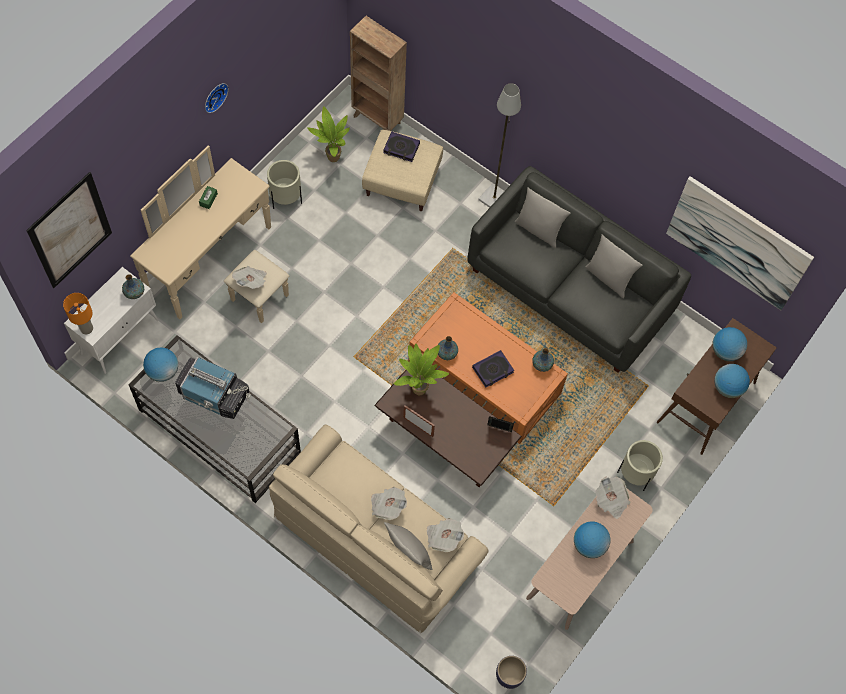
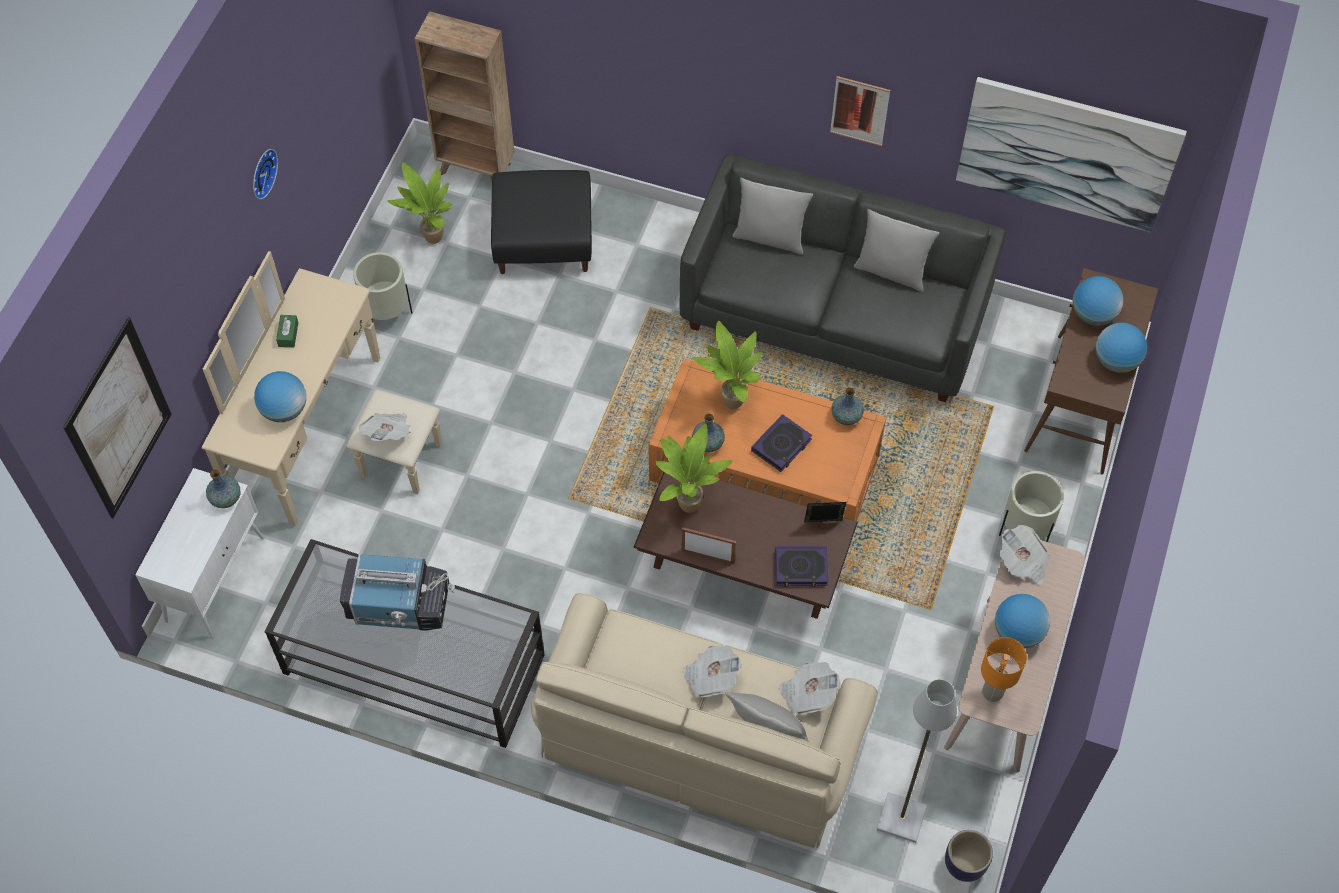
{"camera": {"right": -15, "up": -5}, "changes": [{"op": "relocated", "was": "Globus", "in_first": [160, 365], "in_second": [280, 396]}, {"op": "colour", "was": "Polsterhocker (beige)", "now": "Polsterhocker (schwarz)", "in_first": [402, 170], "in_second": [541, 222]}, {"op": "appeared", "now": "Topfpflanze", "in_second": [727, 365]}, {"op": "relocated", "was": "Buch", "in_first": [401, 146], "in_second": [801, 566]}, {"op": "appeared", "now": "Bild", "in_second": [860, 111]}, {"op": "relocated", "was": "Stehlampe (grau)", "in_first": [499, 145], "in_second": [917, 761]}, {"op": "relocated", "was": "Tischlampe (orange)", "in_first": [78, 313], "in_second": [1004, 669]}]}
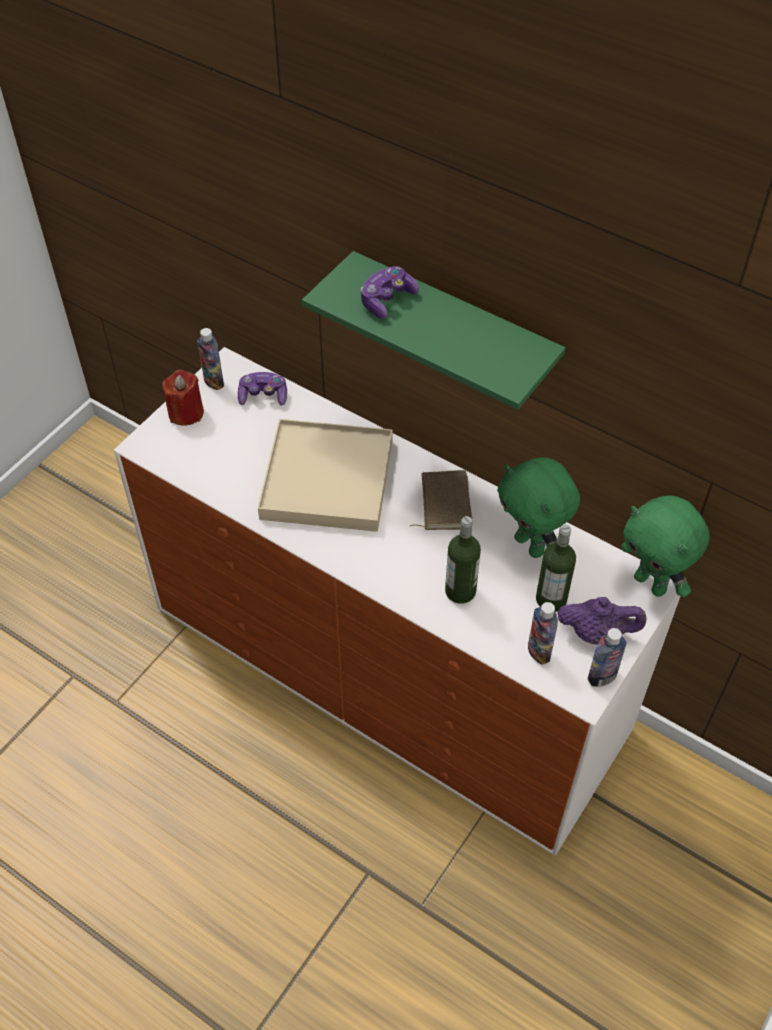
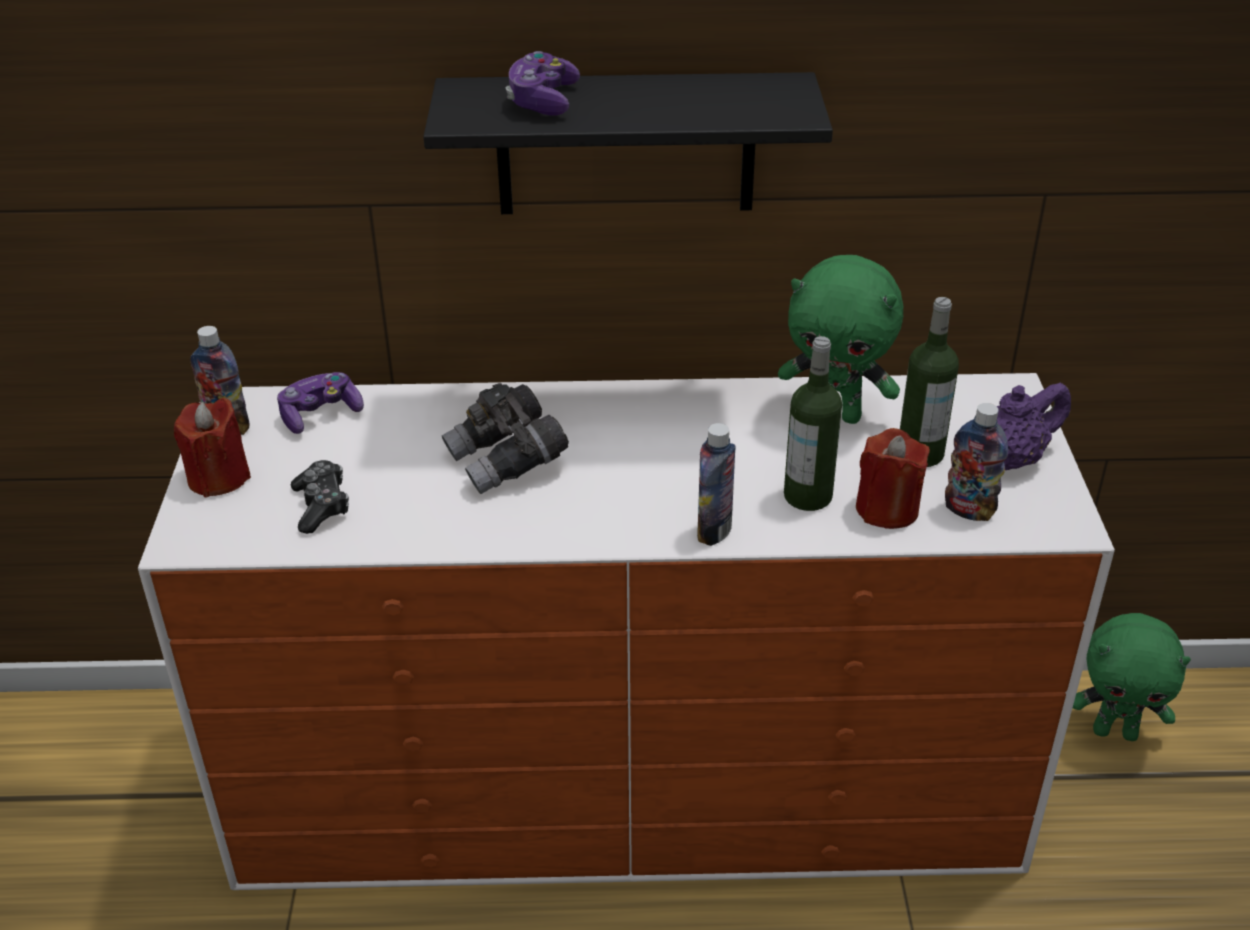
{"camera": {"right": -35, "up": -15}, "changes": [{"op": "appeared", "now": "Gamepad", "in_second": [320, 497]}, {"op": "colour", "was": "Wandregal (grün)", "now": "Wandregal (schwarz)", "in_first": [434, 330], "in_second": [628, 143]}, {"op": "exchanged", "was": "Tablett (beige)", "now": "Fernglas (grau)", "in_first": [325, 475], "in_second": [505, 438]}, {"op": "relocated", "was": "Flasche", "in_first": [607, 657], "in_second": [716, 484]}, {"op": "appeared", "now": "Kerze (rot)", "in_second": [893, 478]}, {"op": "relocated", "was": "Plüschtier (grün)", "in_first": [665, 546], "in_second": [1132, 677]}, {"op": "missing", "was": "Buch (braun)", "in_first": [441, 500]}]}
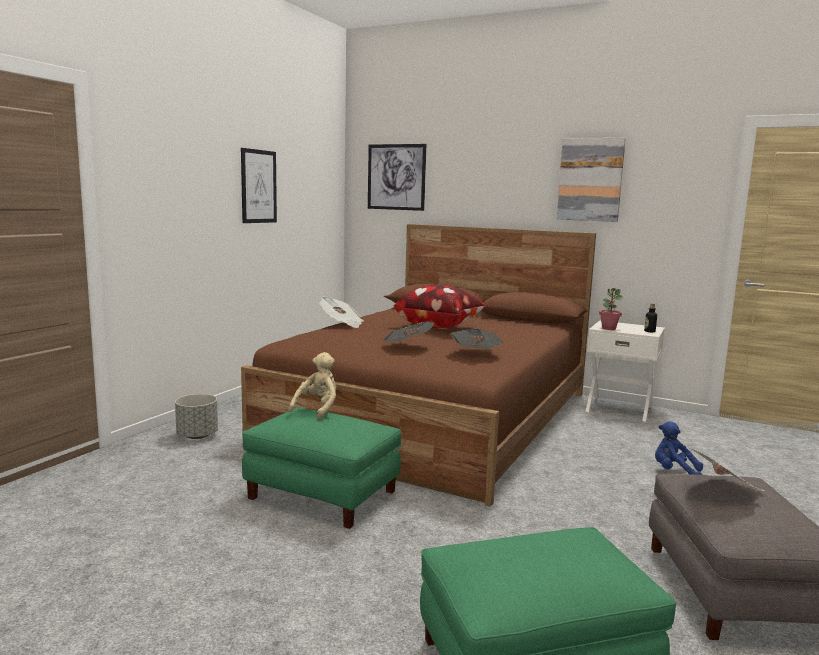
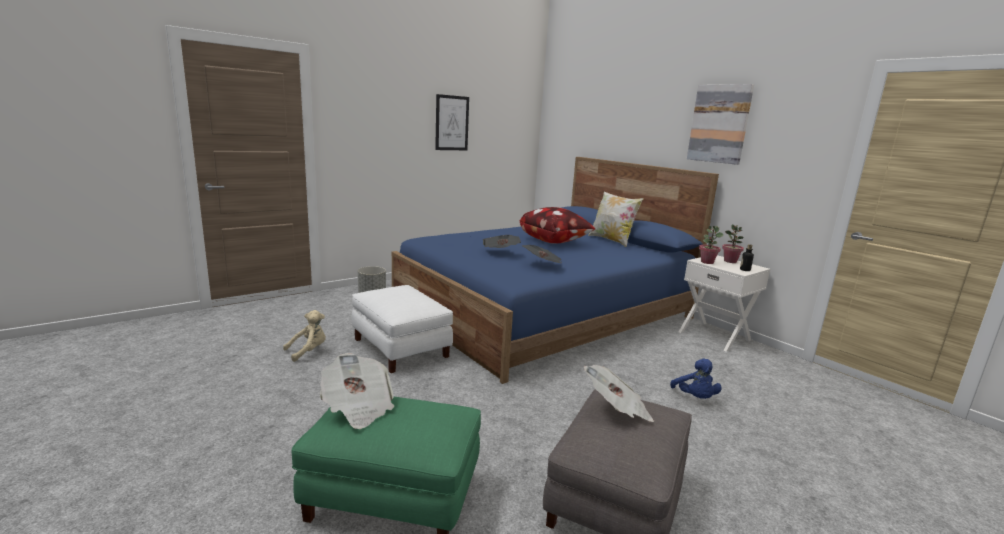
{"camera": {"right": 25, "up": 5}, "changes": [{"op": "relocated", "was": "Plüschtier (beige)", "in_first": [312, 386], "in_second": [304, 336]}, {"op": "relocated", "was": "Zeitung", "in_first": [341, 312], "in_second": [356, 391]}, {"op": "colour", "was": "Polsterhocker (grün)", "now": "Polsterhocker (weiß)", "in_first": [321, 468], "in_second": [402, 329]}, {"op": "colour", "was": "Bett (braun)", "now": "Bett (blau)", "in_first": [418, 365], "in_second": [555, 270]}, {"op": "appeared", "now": "Kissen", "in_second": [616, 219]}, {"op": "spun", "was": "Plüschtier (blau)", "in_first": [679, 448], "in_second": [696, 379], "clockwise": -150}, {"op": "appeared", "now": "Topfpflanze", "in_second": [733, 243]}, {"op": "missing", "was": "Bild", "in_first": [397, 177]}]}
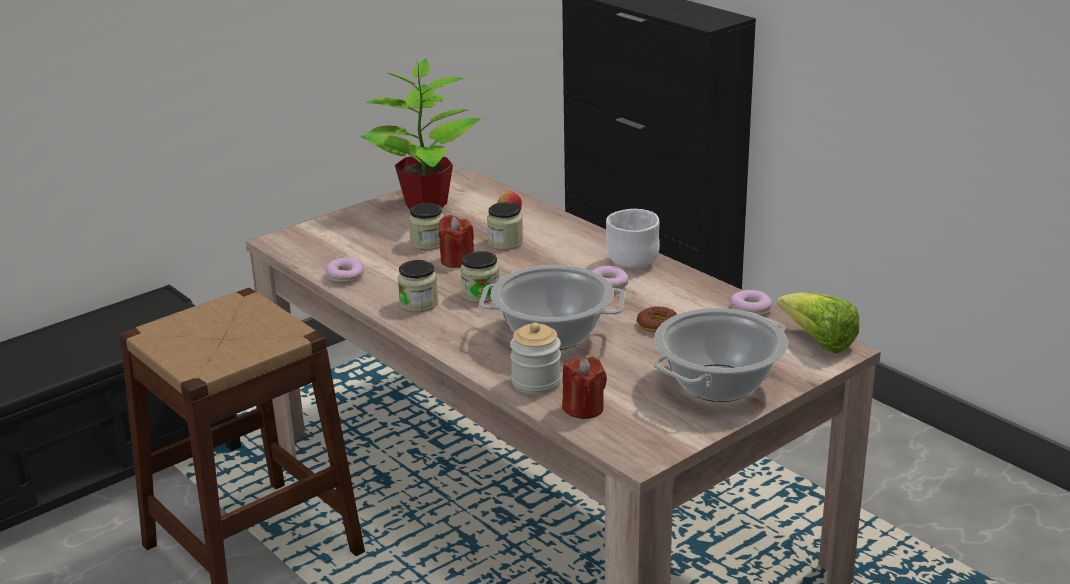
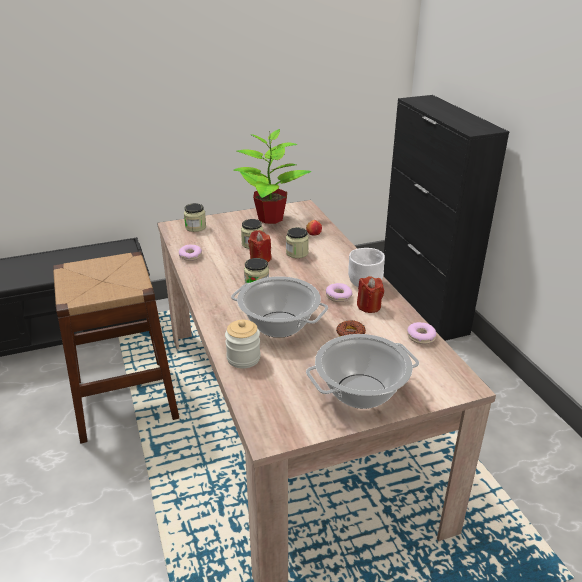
{"camera": {"right": 20, "up": 5}, "changes": [{"op": "relocated", "was": "Vorratsglas", "in_first": [418, 286], "in_second": [195, 217]}, {"op": "relocated", "was": "Kerze (rot)", "in_first": [584, 388], "in_second": [370, 294]}, {"op": "missing", "was": "Salatkopf", "in_first": [818, 322]}]}
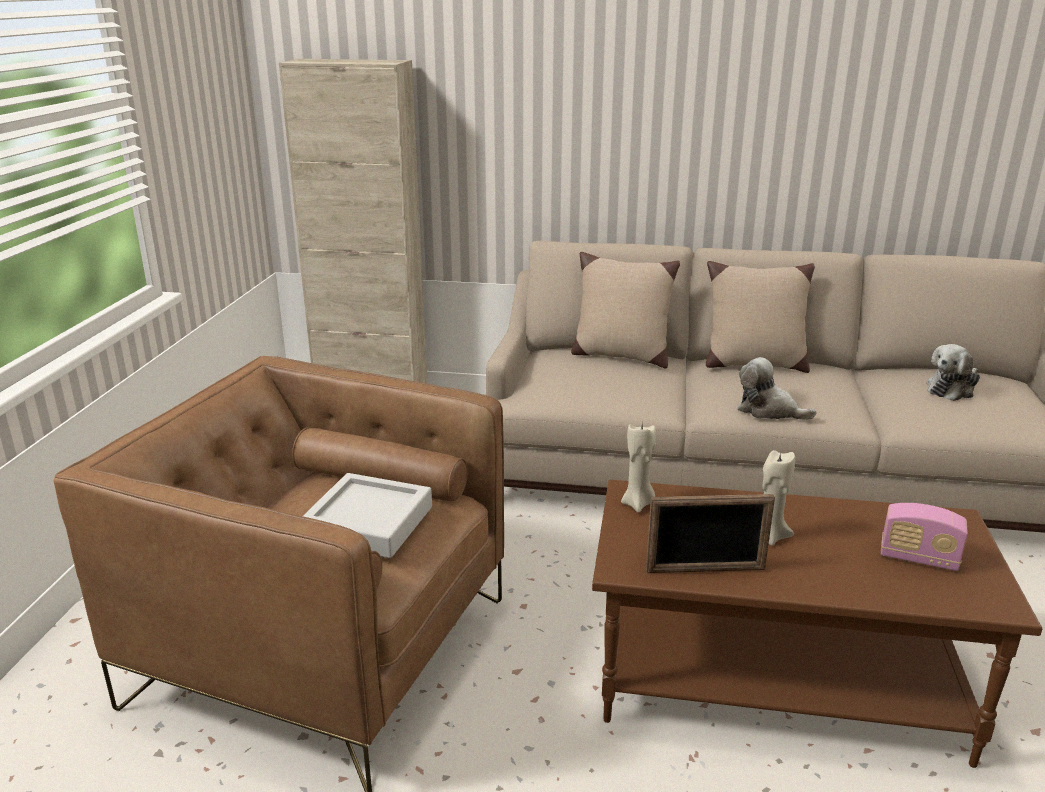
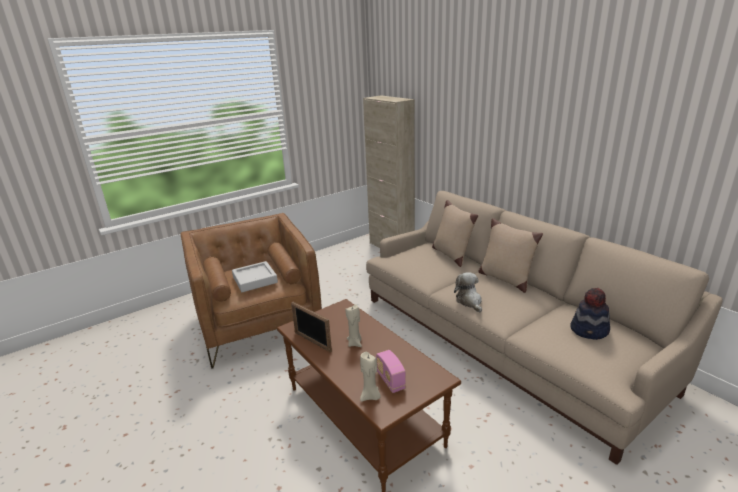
{"camera": {"right": 45, "up": 0}, "changes": [{"op": "relocated", "was": "Kerze (beige)", "in_first": [638, 468], "in_second": [370, 377]}, {"op": "exchanged", "was": "Plüschtier", "now": "Hut", "in_first": [953, 372], "in_second": [590, 314]}]}
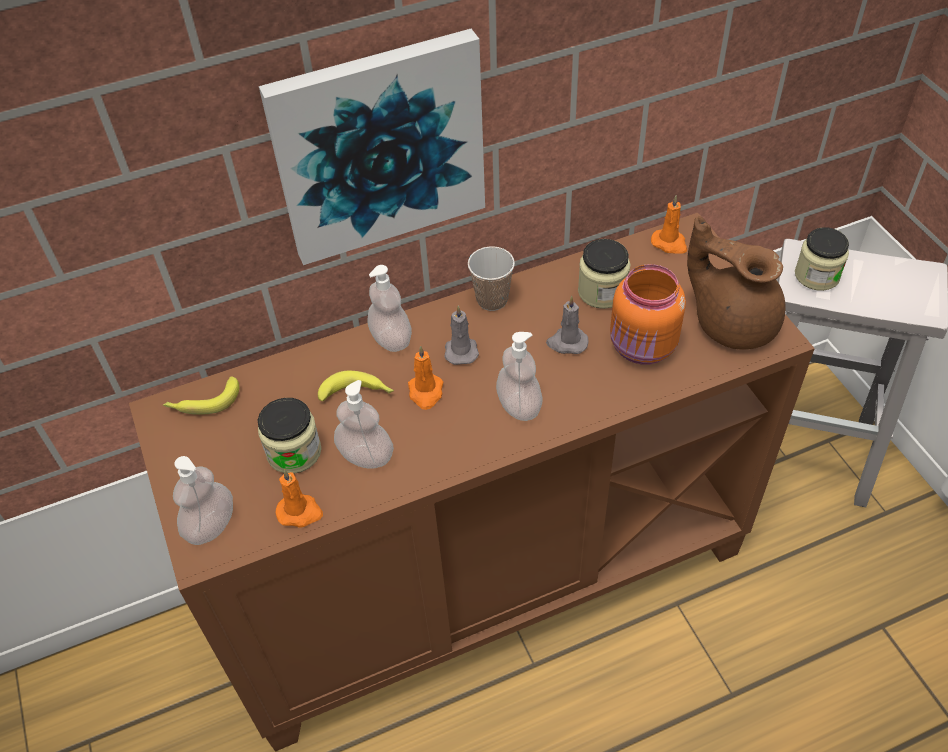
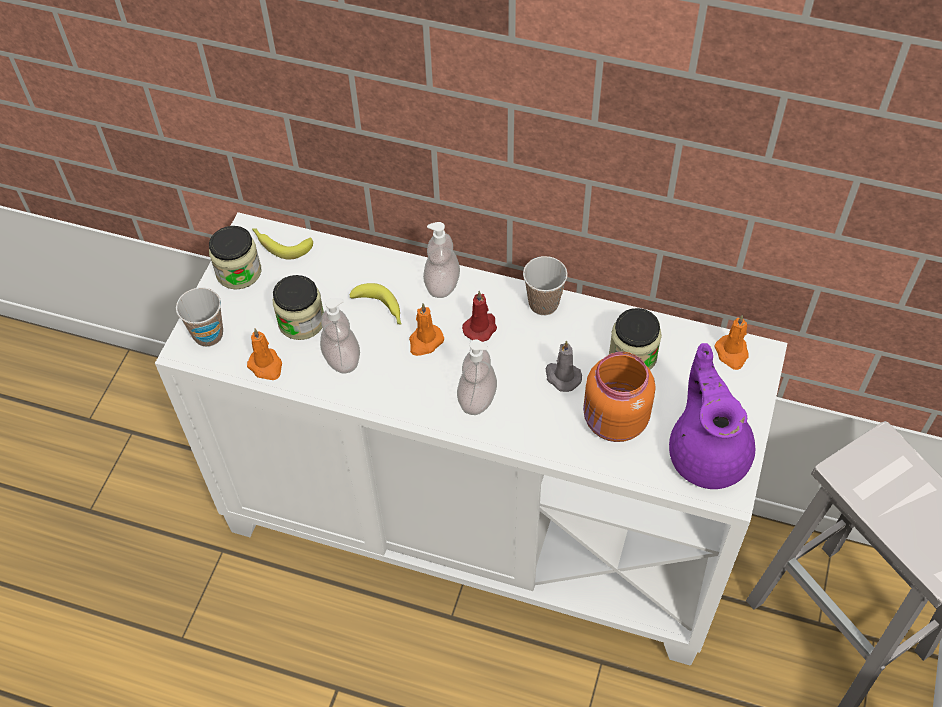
{"camera": {"right": 40, "up": 5}, "changes": [{"op": "colour", "was": "Schrank (braun)", "now": "Schrank (weiß)", "in_first": [472, 482], "in_second": [471, 439]}, {"op": "exchanged", "was": "Seifenspender", "now": "Tasse", "in_first": [203, 500], "in_second": [199, 317]}, {"op": "relocated", "was": "Vorratsglas", "in_first": [822, 259], "in_second": [235, 257]}, {"op": "colour", "was": "Kerze (grau)", "now": "Kerze (rot)", "in_first": [461, 335], "in_second": [479, 316]}, {"op": "colour", "was": "Teekanne (braun)", "now": "Teekanne (lila)", "in_first": [736, 283], "in_second": [712, 416]}, {"op": "missing", "was": "Bild", "in_first": [372, 147]}]}
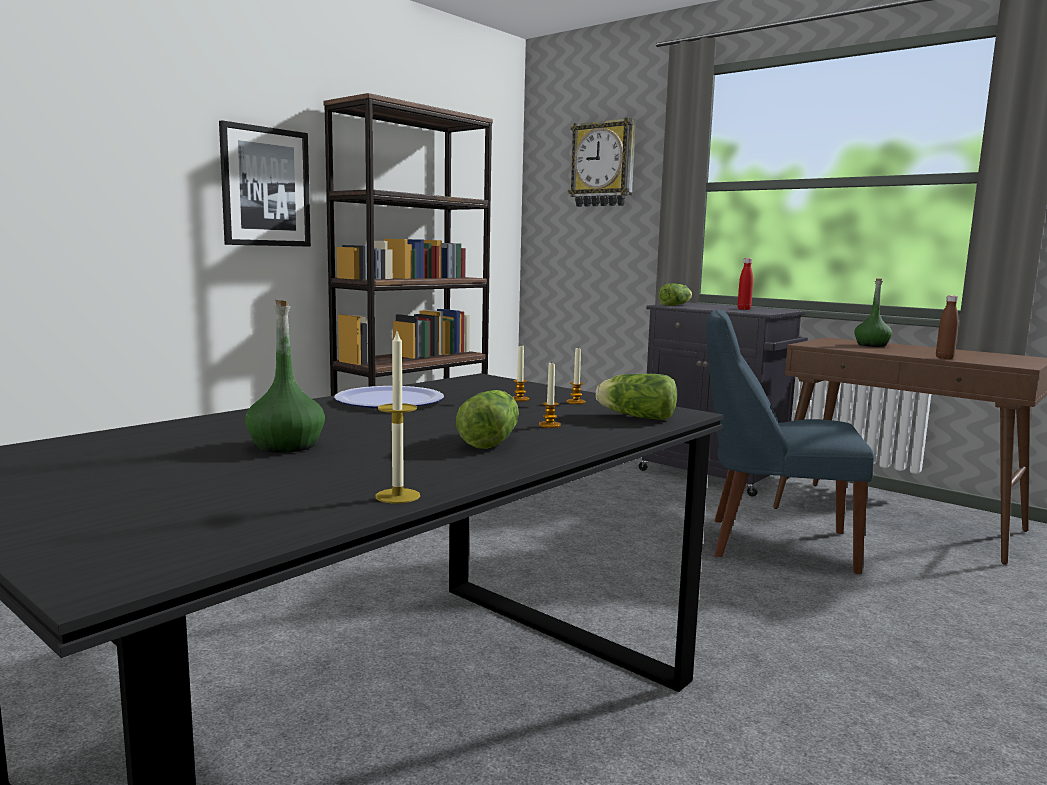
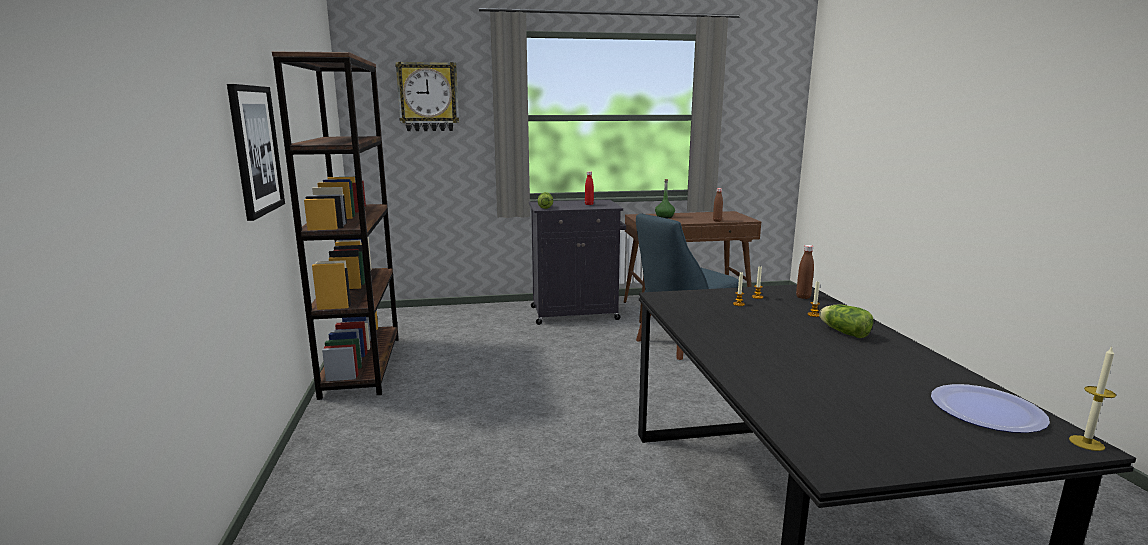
{"camera": {"right": -50, "up": 5}, "changes": [{"op": "exchanged", "was": "Salatkopf", "now": "Flasche (braun)", "in_first": [636, 397], "in_second": [805, 272]}, {"op": "relocated", "was": "Teller", "in_first": [389, 397], "in_second": [990, 408]}, {"op": "relocated", "was": "Kerze", "in_first": [397, 418], "in_second": [1092, 399]}, {"op": "missing", "was": "Flasche (grün)", "in_first": [285, 376]}]}
